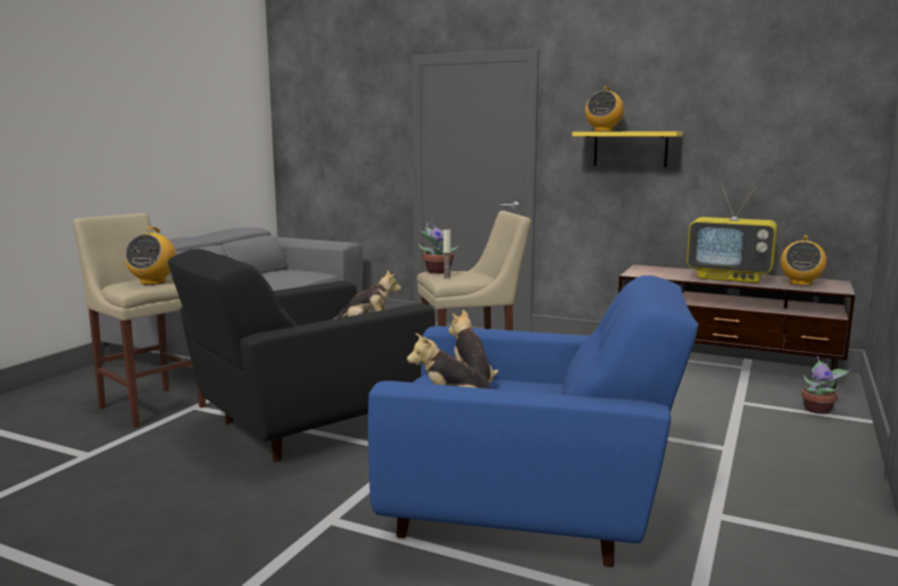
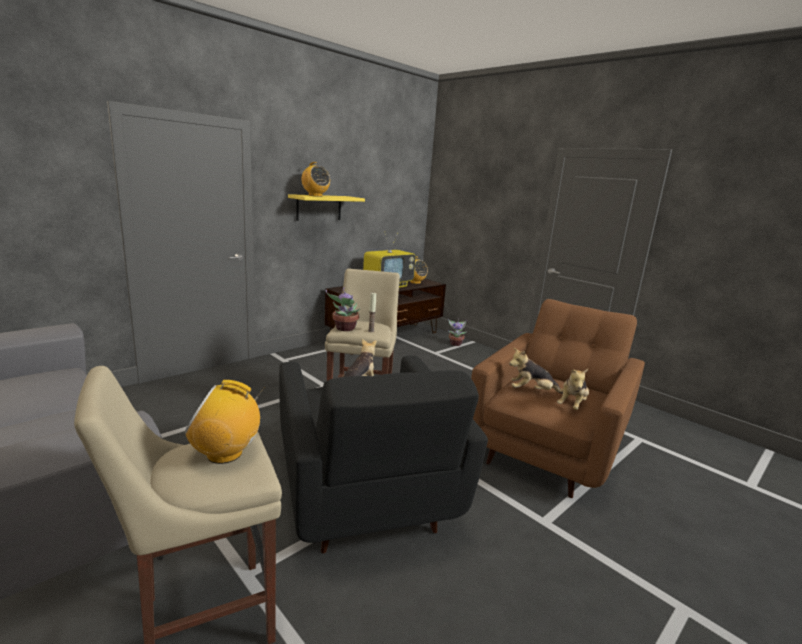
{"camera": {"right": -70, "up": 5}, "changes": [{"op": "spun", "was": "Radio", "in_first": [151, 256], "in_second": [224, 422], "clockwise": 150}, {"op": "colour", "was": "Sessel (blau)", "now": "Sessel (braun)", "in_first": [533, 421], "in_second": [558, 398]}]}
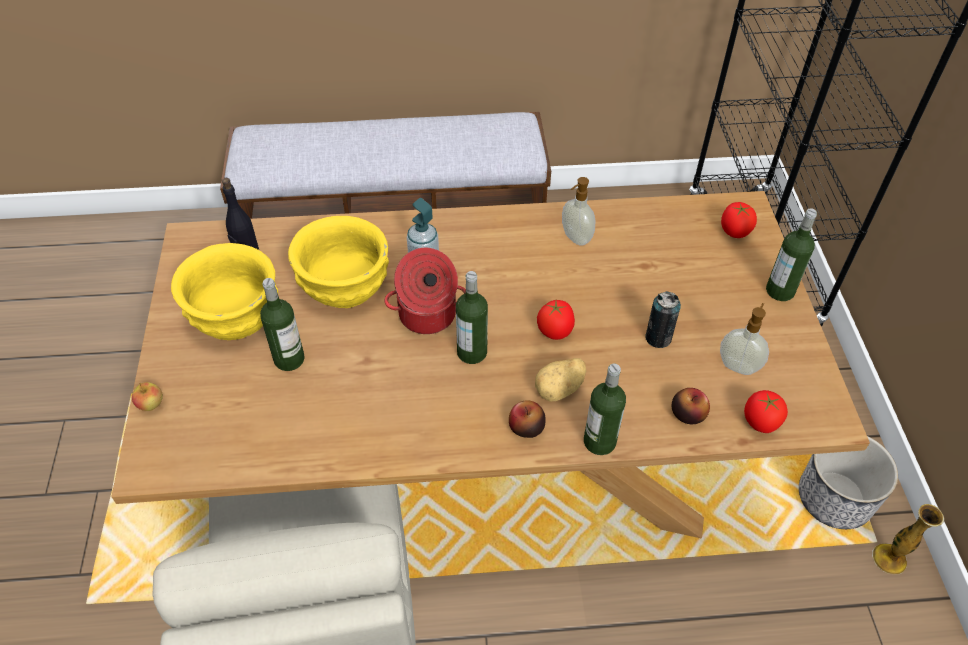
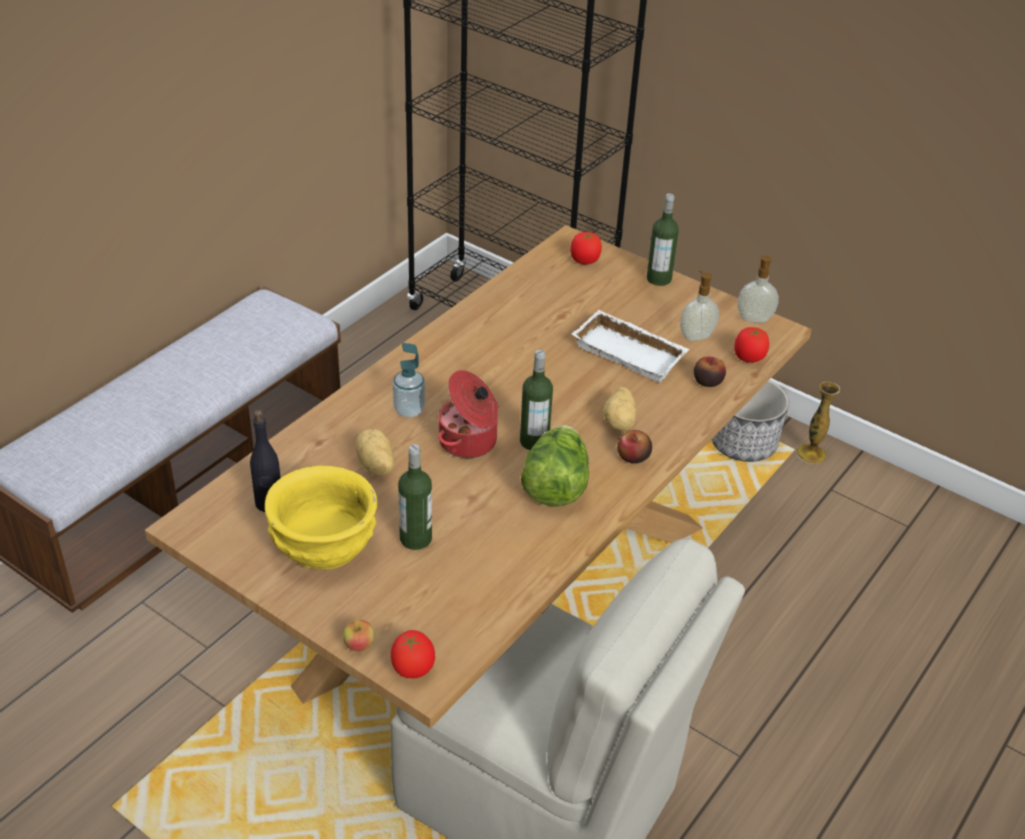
{"camera": {"right": -50, "up": -10}, "changes": [{"op": "exchanged", "was": "Schüssel (gelb)", "now": "Kartoffel", "in_first": [338, 262], "in_second": [375, 452]}, {"op": "relocated", "was": "Tomate", "in_first": [556, 320], "in_second": [413, 654]}, {"op": "appeared", "now": "Salatkopf", "in_second": [555, 465]}, {"op": "exchanged", "was": "Dose", "now": "Tablett (weiß)", "in_first": [663, 319], "in_second": [631, 346]}, {"op": "relocated", "was": "Seifenspender", "in_first": [579, 211], "in_second": [758, 289]}, {"op": "missing", "was": "Flasche", "in_first": [605, 409]}]}
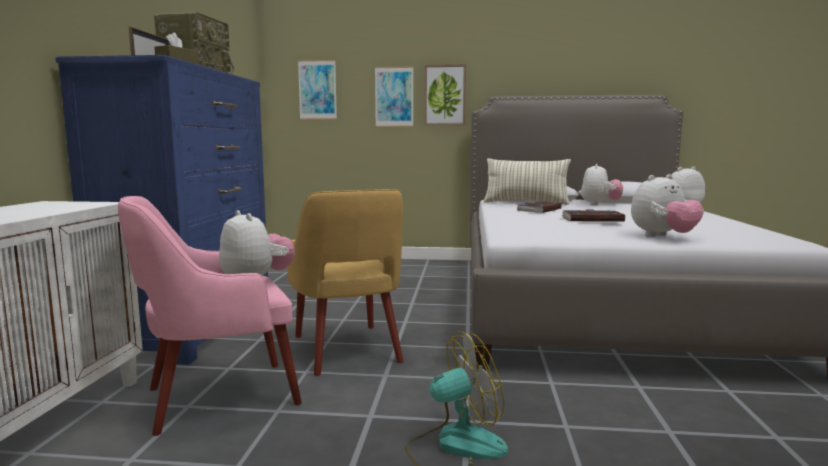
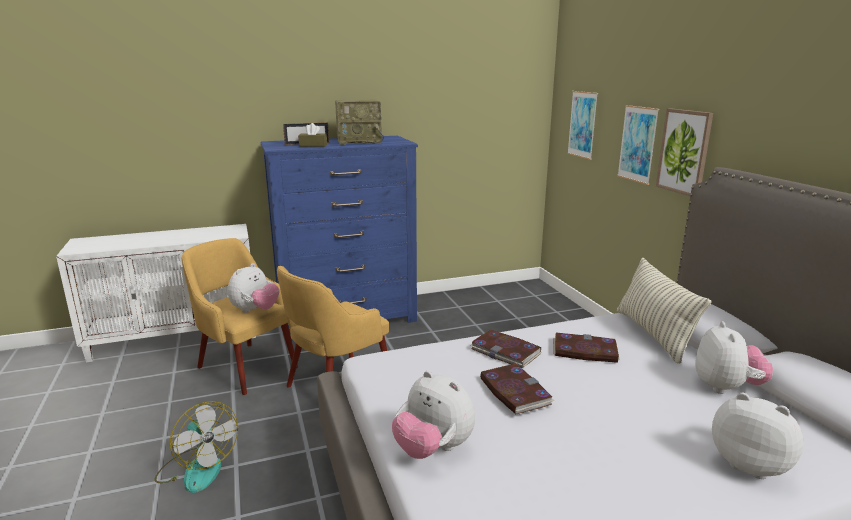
{"camera": {"right": 65, "up": 10}, "changes": [{"op": "colour", "was": "Sessel (rosa)", "now": "Sessel (gelb)", "in_first": [210, 316], "in_second": [240, 316]}, {"op": "appeared", "now": "Buch", "in_second": [506, 349]}, {"op": "spun", "was": "Plüschtier", "in_first": [602, 184], "in_second": [734, 357], "clockwise": -75}]}
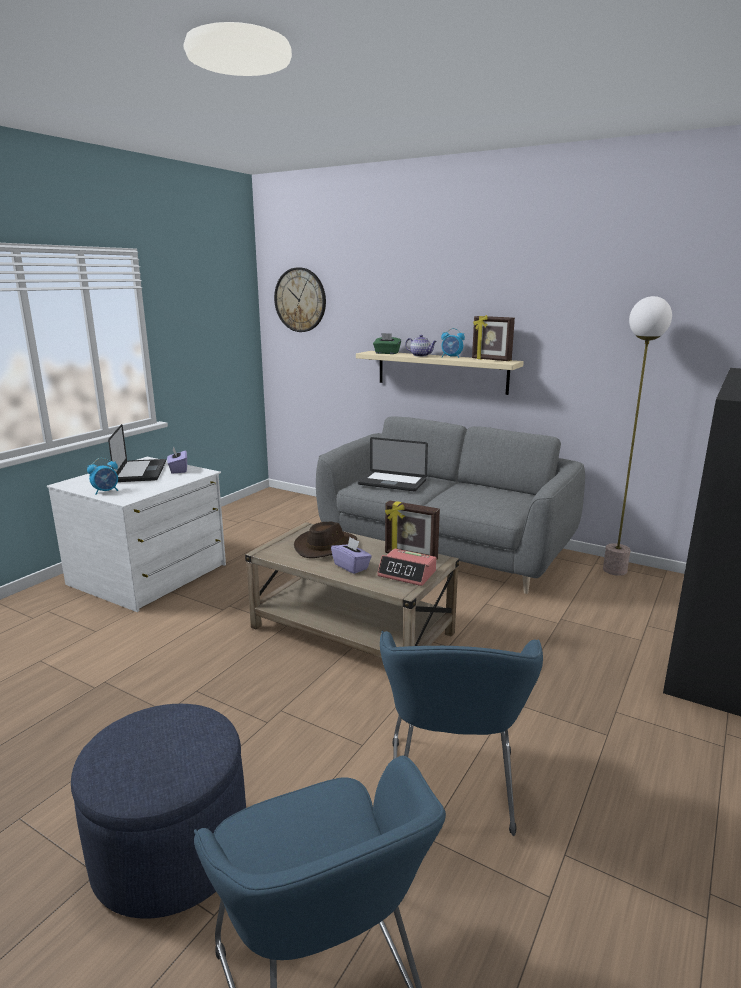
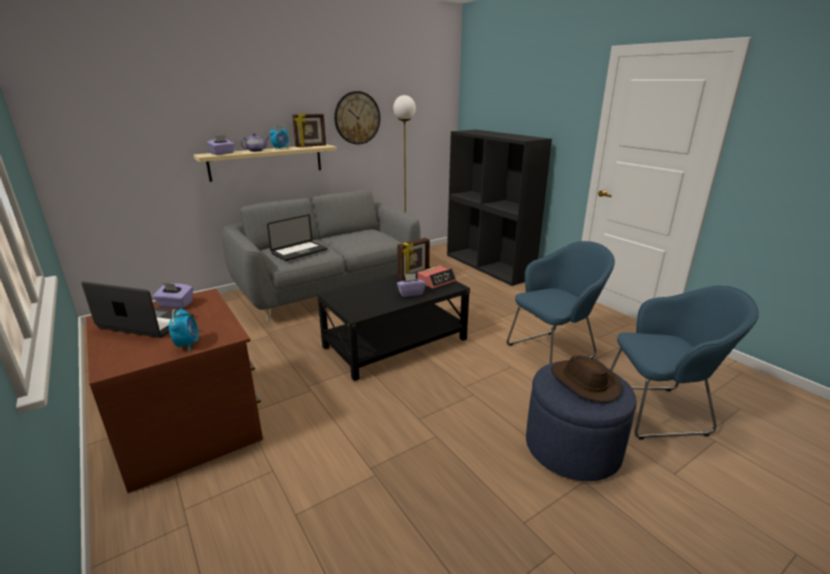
{"camera": {"right": -65, "up": 5}, "changes": [{"op": "colour", "was": "Kommode (weiß)", "now": "Kommode (braun)", "in_first": [136, 534], "in_second": [174, 391]}, {"op": "colour", "was": "Taschentuchbox (grün)", "now": "Taschentuchbox (lila)", "in_first": [387, 343], "in_second": [221, 145]}, {"op": "colour", "was": "Couchtisch (beige)", "now": "Couchtisch (schwarz)", "in_first": [352, 590], "in_second": [393, 324]}, {"op": "relocated", "was": "Wanduhr", "in_first": [300, 299], "in_second": [357, 118]}, {"op": "spun", "was": "Sessel (blau)", "in_first": [461, 733], "in_second": [561, 302], "clockwise": -60}, {"op": "relocated", "was": "Hut (braun)", "in_first": [325, 540], "in_second": [586, 379]}]}
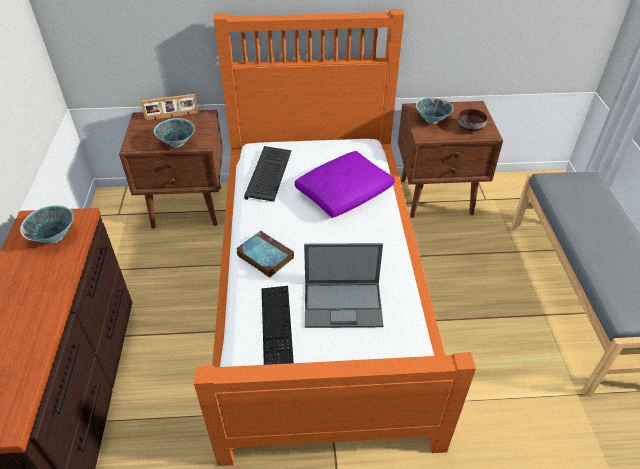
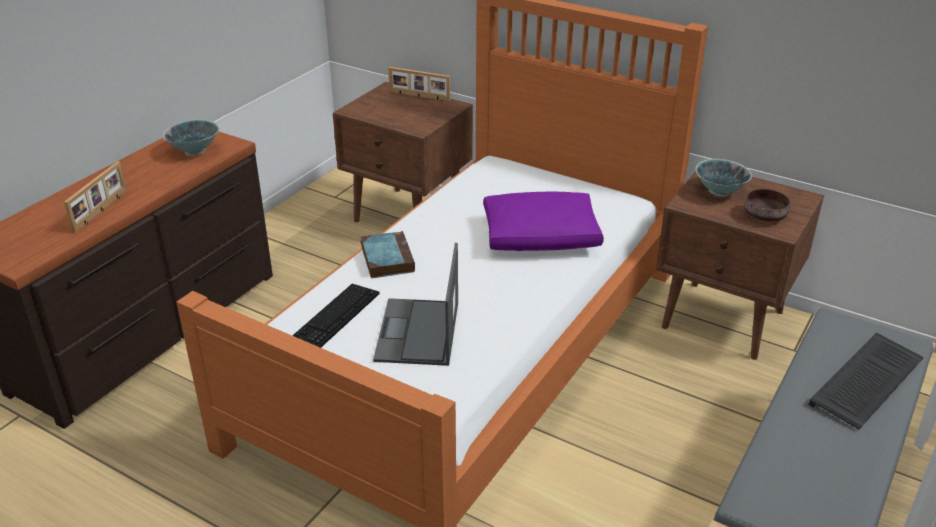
{"camera": {"right": 35, "up": -10}, "changes": [{"op": "appeared", "now": "Bilderrahmen", "in_second": [95, 197]}, {"op": "spun", "was": "Laptop", "in_first": [343, 285], "in_second": [415, 304], "clockwise": 60}, {"op": "relocated", "was": "Tastatur", "in_first": [268, 174], "in_second": [866, 381]}, {"op": "missing", "was": "Schüssel", "in_first": [174, 132]}]}
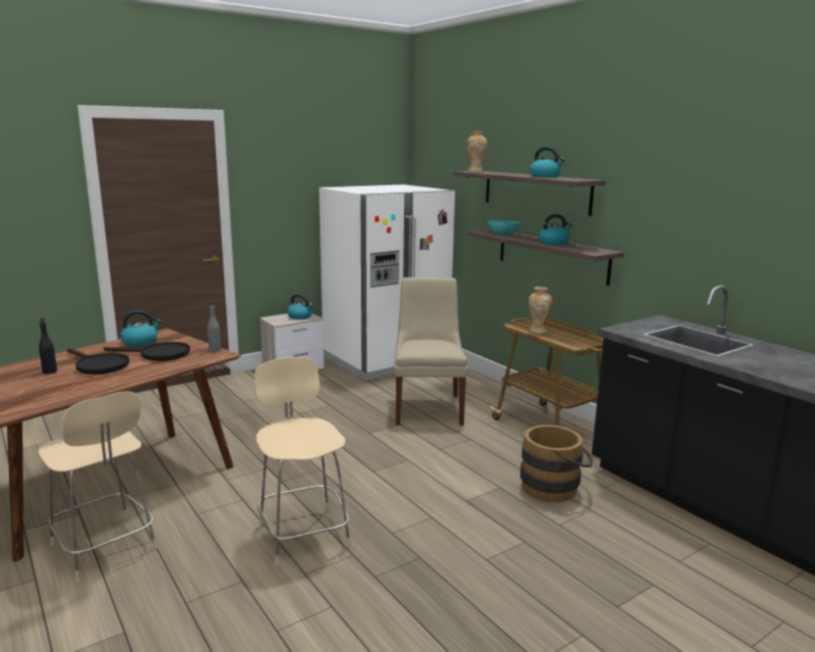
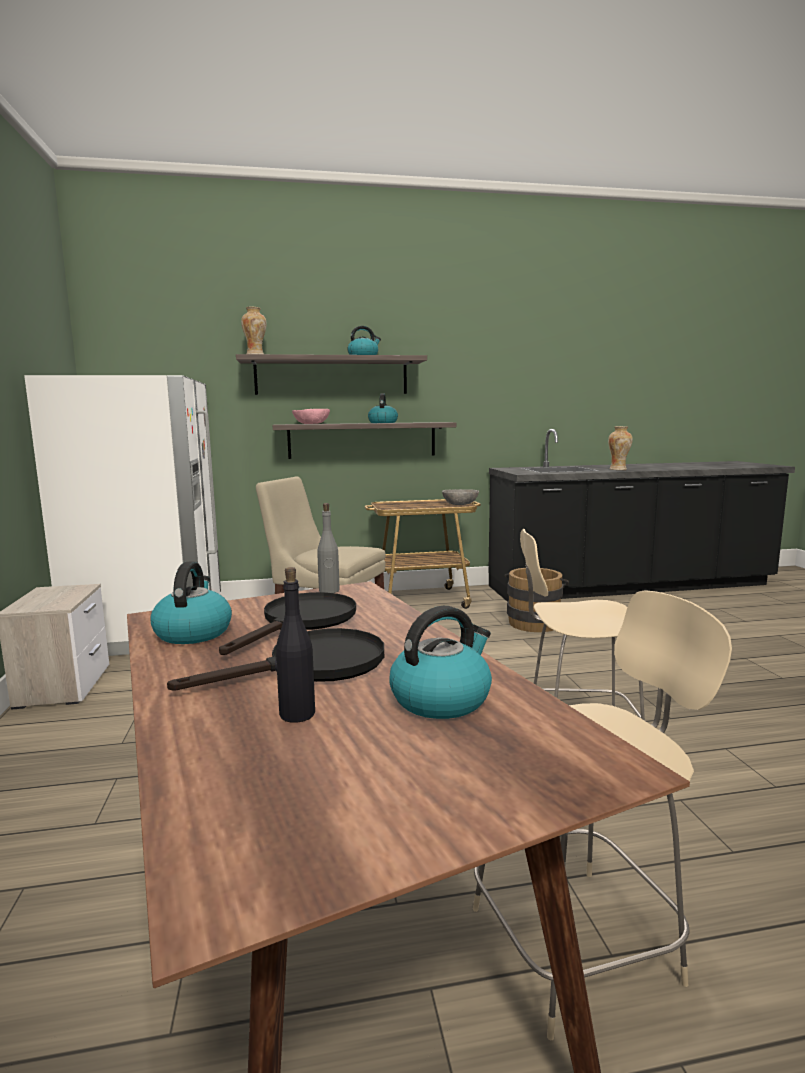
{"camera": {"right": -65, "up": -5}, "changes": [{"op": "colour", "was": "Schüssel (türkis)", "now": "Schüssel (rosa)", "in_first": [504, 227], "in_second": [311, 416]}, {"op": "relocated", "was": "Wasserkessel", "in_first": [300, 307], "in_second": [440, 662]}, {"op": "appeared", "now": "Schüssel (grau)", "in_second": [460, 497]}, {"op": "relocated", "was": "Vase", "in_first": [540, 310], "in_second": [620, 448]}]}
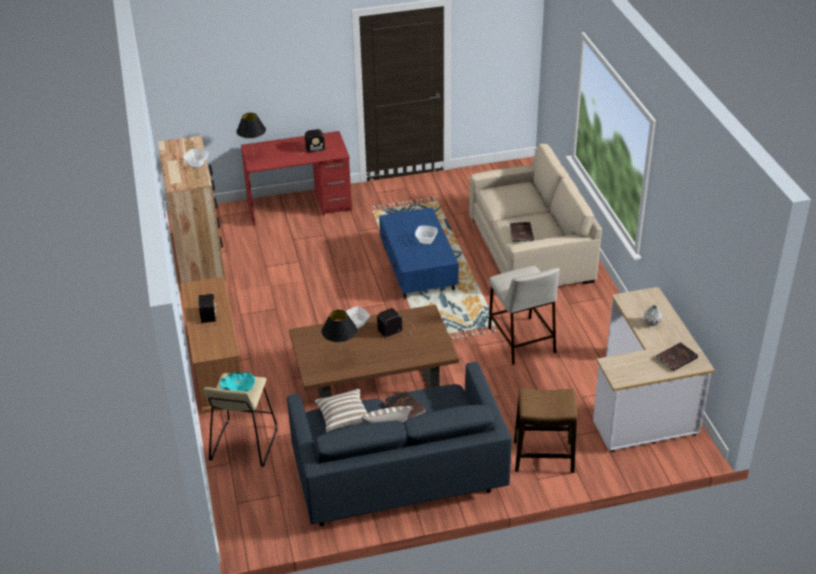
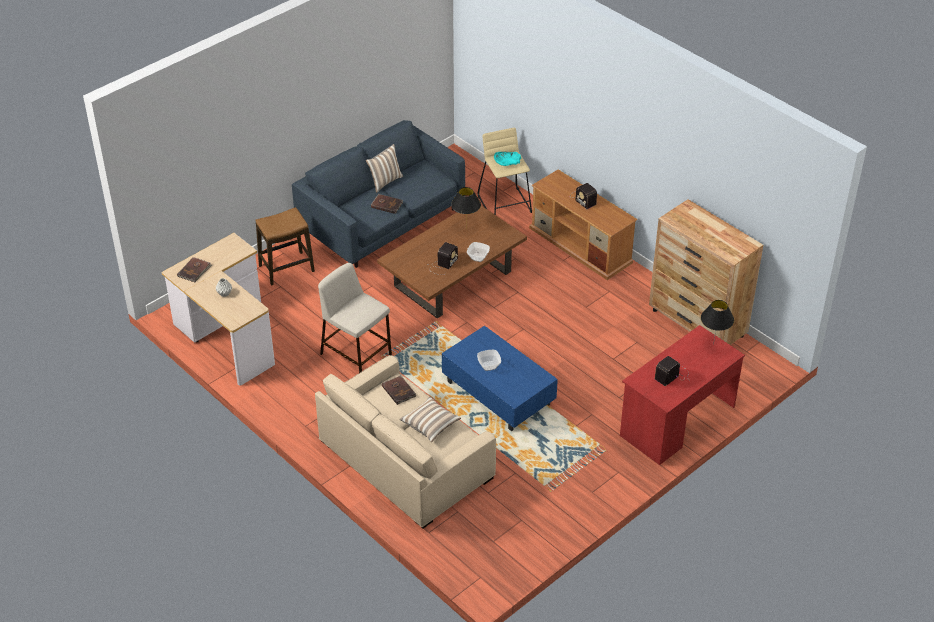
{"camera": {"right": 150, "up": 5}, "changes": [{"op": "relocated", "was": "Kissen", "in_first": [340, 411], "in_second": [430, 419]}, {"op": "missing", "was": "Schüssel", "in_first": [196, 158]}]}
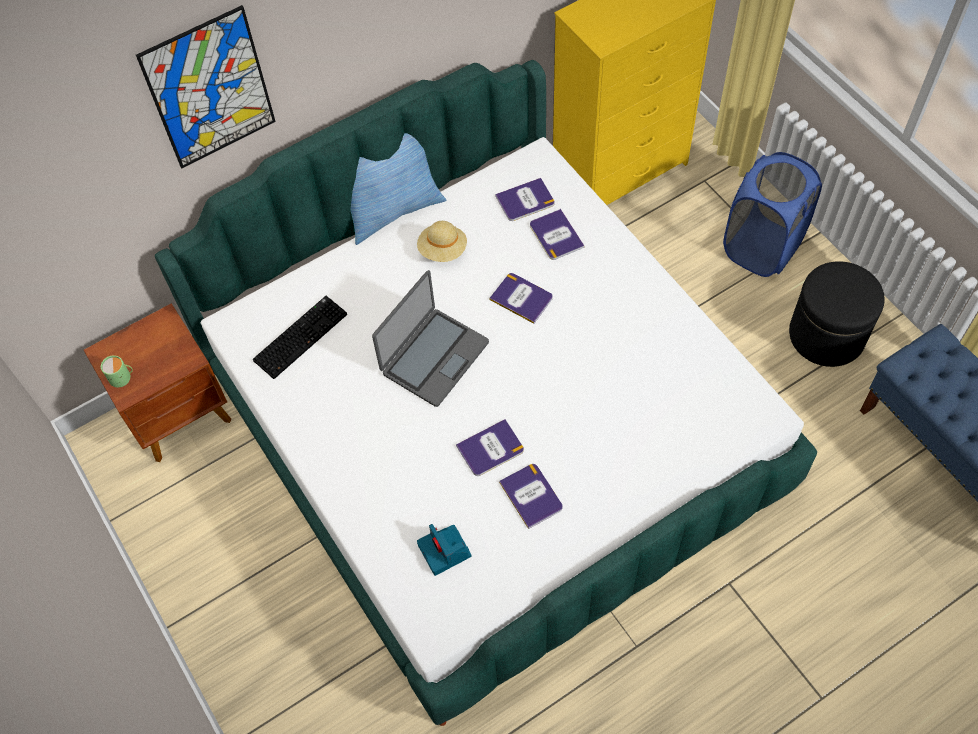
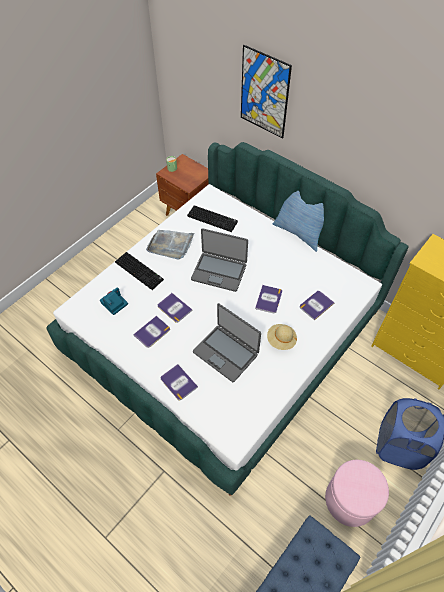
{"camera": {"right": 70, "up": -5}, "changes": [{"op": "appeared", "now": "Tastatur", "in_second": [139, 271]}, {"op": "appeared", "now": "Tablett (grau)", "in_second": [170, 245]}, {"op": "relocated", "was": "Buch", "in_first": [525, 199], "in_second": [179, 382]}, {"op": "appeared", "now": "Laptop", "in_second": [227, 342]}, {"op": "relocated", "was": "Hut (beige)", "in_first": [442, 241], "in_second": [282, 337]}, {"op": "colour", "was": "Polsterhocker (schwarz)", "now": "Polsterhocker (rosa)", "in_first": [837, 314], "in_second": [357, 493]}]}
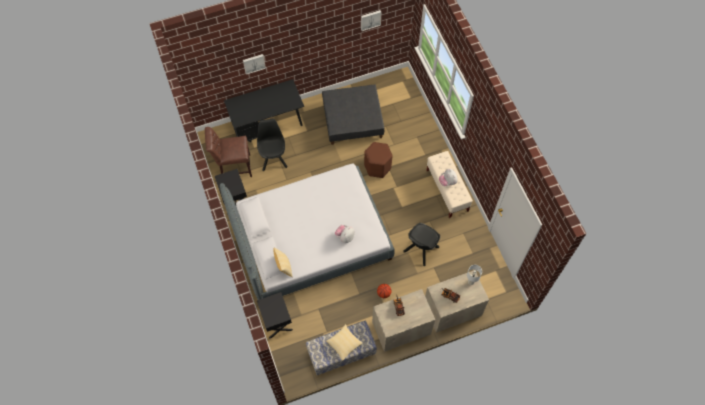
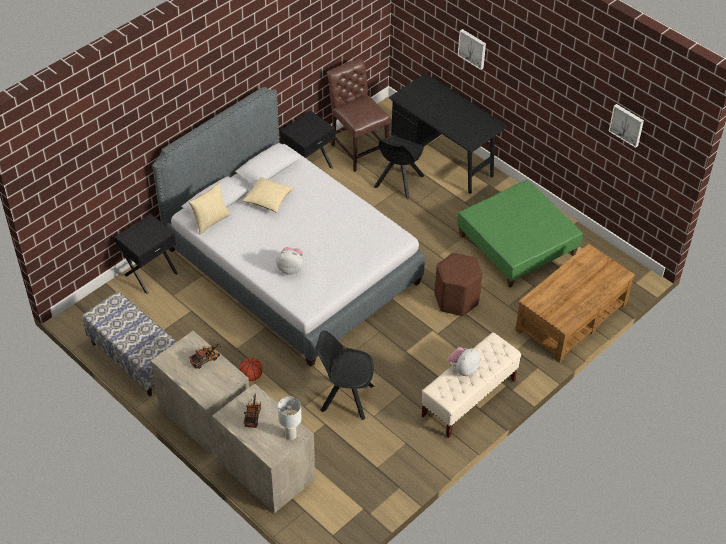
{"camera": {"right": 65, "up": -15}, "changes": [{"op": "relocated", "was": "Kissen", "in_first": [344, 342], "in_second": [268, 195]}, {"op": "spun", "was": "Stuhl (schwarz)", "in_first": [272, 145], "in_second": [399, 167], "clockwise": 150}, {"op": "colour", "was": "Polsterhocker (grau)", "now": "Polsterhocker (grün)", "in_first": [353, 114], "in_second": [520, 234]}, {"op": "appeared", "now": "Couchtisch (braun)", "in_second": [575, 303]}]}
